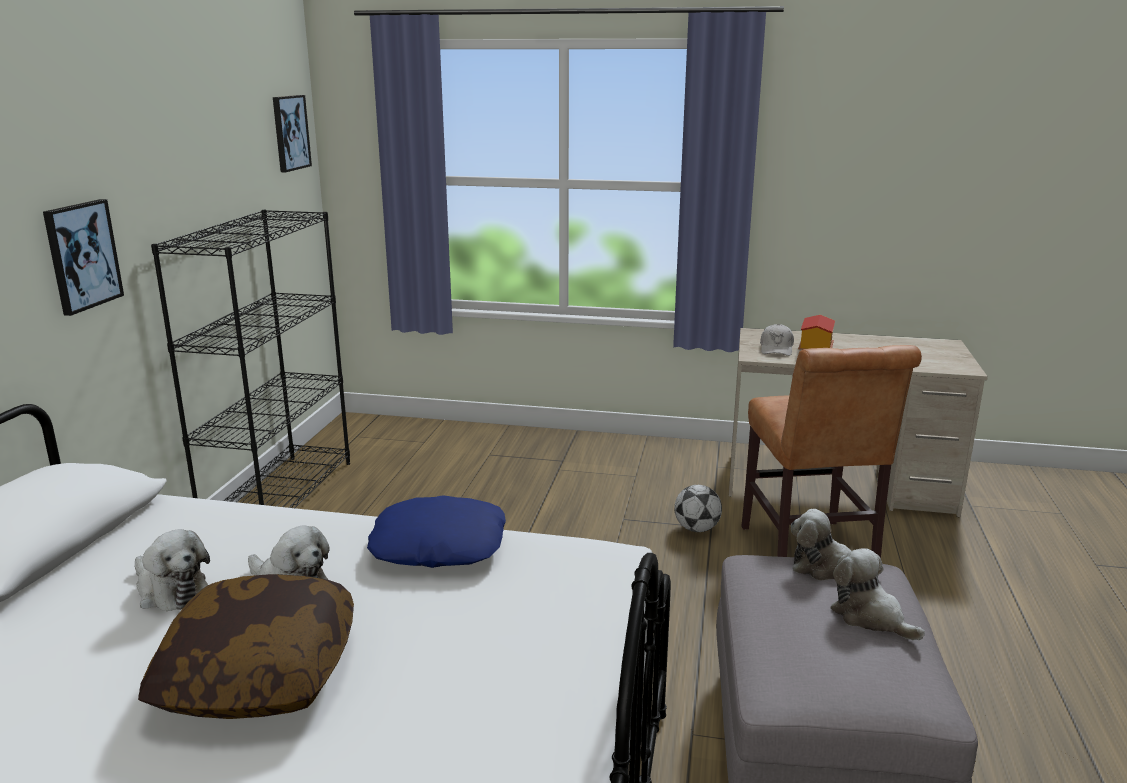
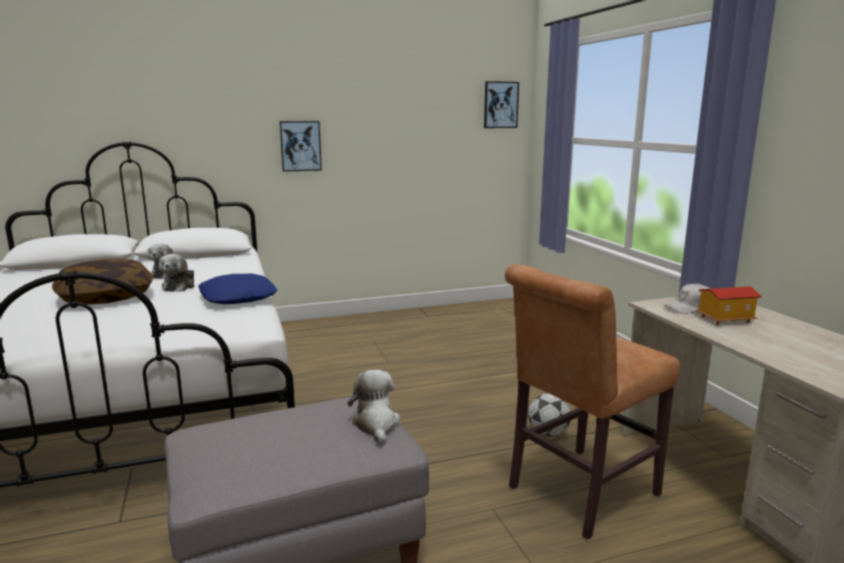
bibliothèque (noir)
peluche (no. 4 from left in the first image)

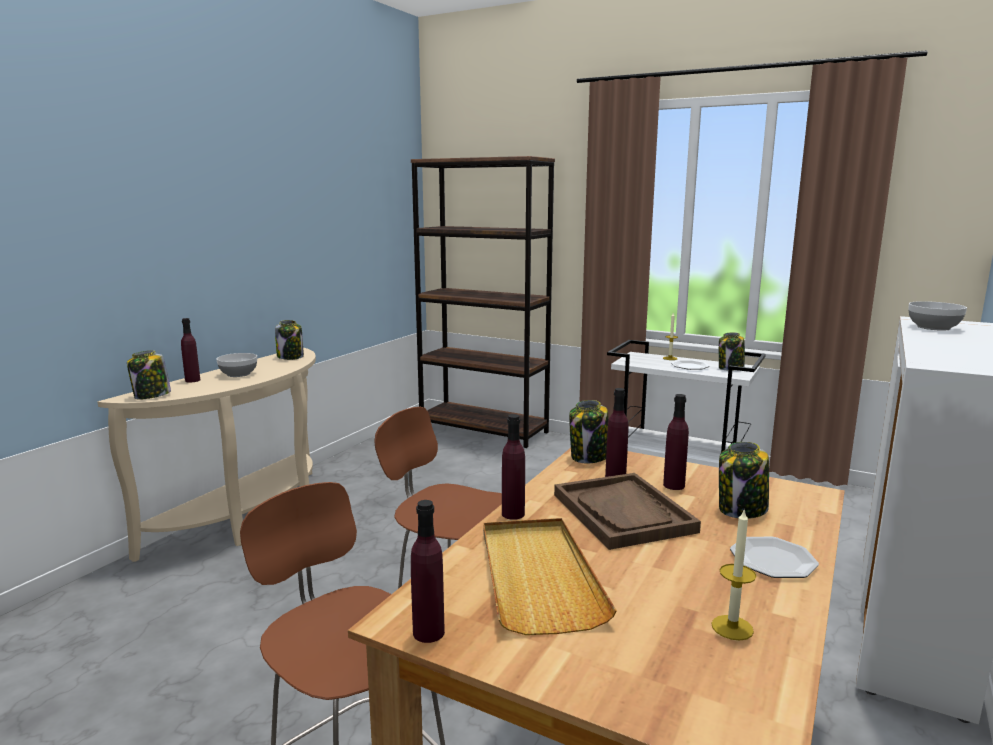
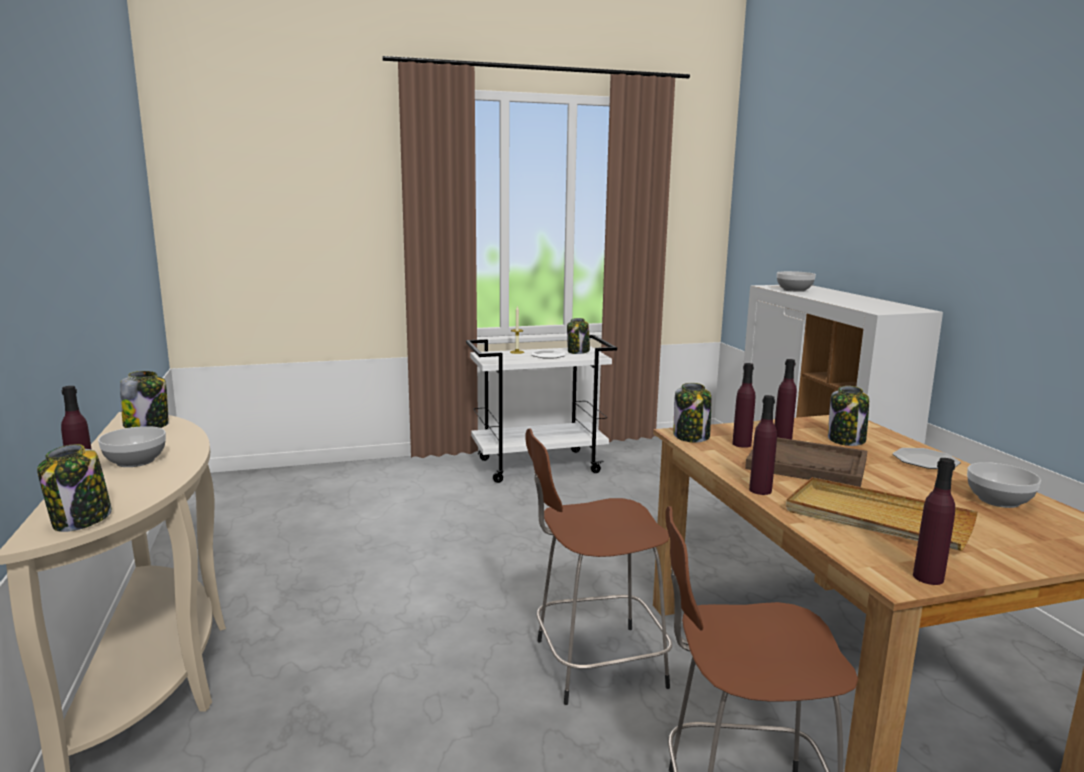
bibliothèque (marron)
bol (no. 3 from left)

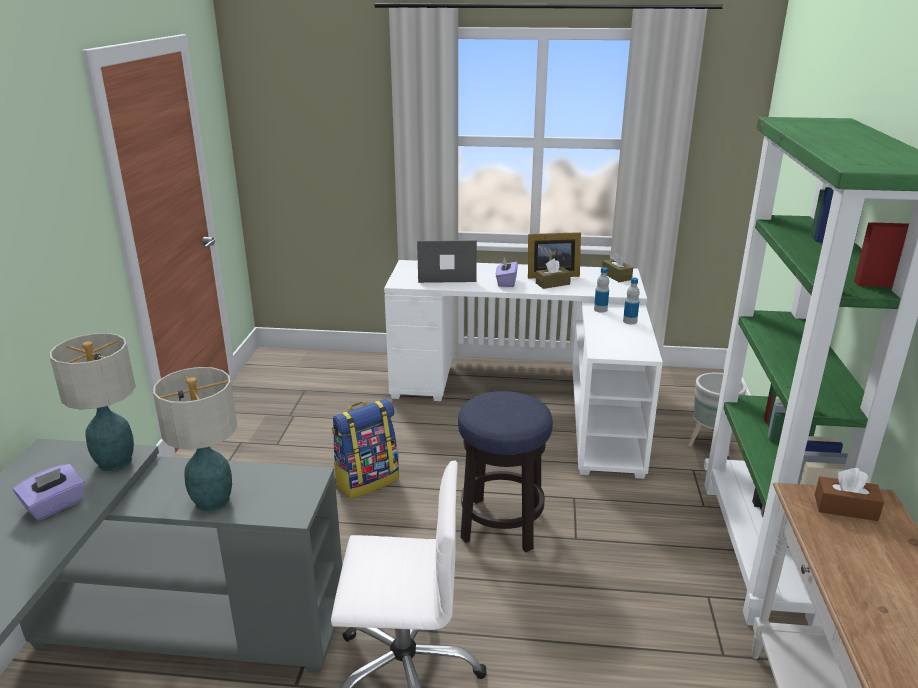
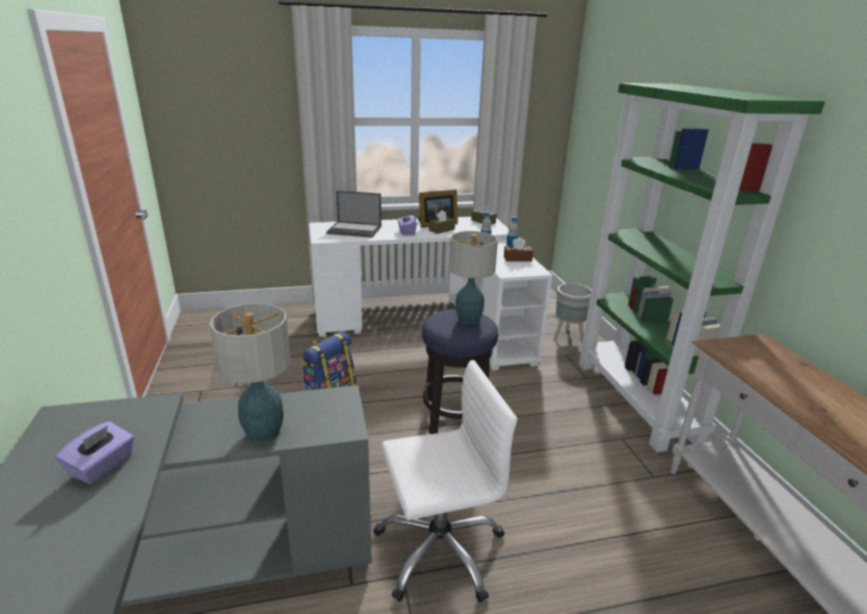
lampe de table (no. 2 from left)
boîte à mouchoirs (marron) (no. 3 from left)
ordinateur portable

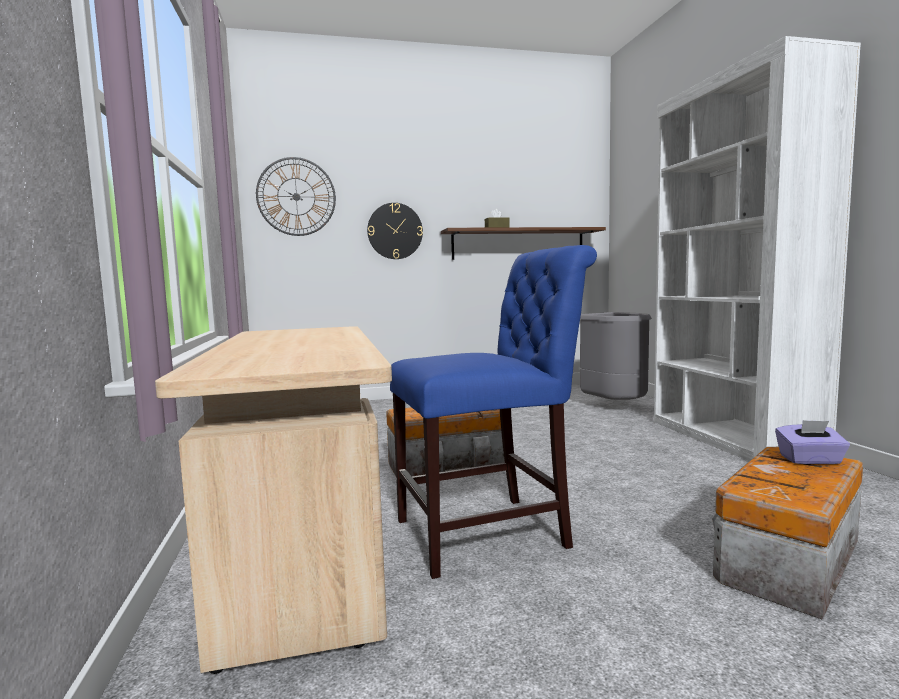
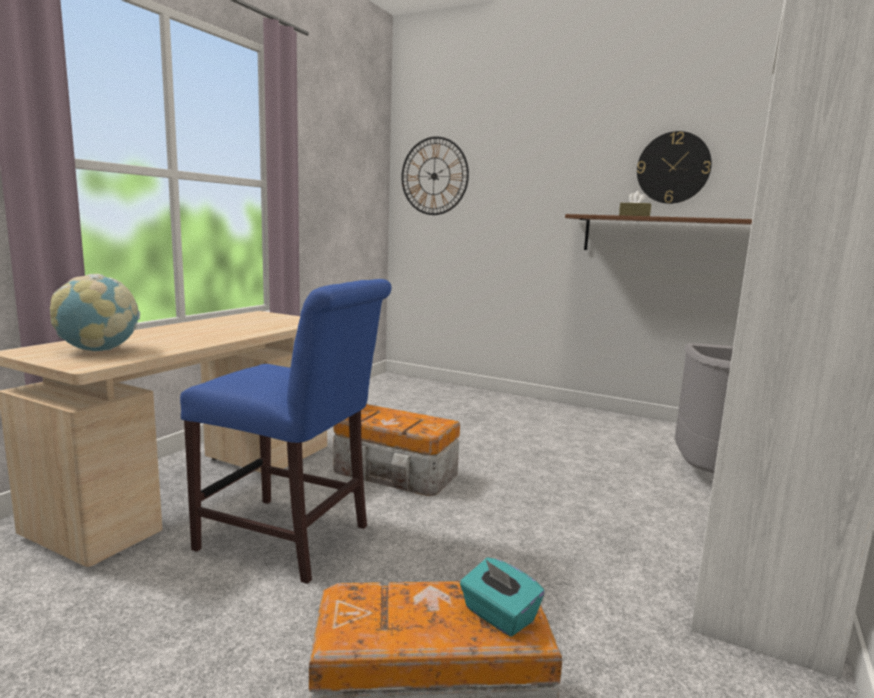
globe
horloge murale (no. 2 from left)
boîte à mouchoirs (turquoise)

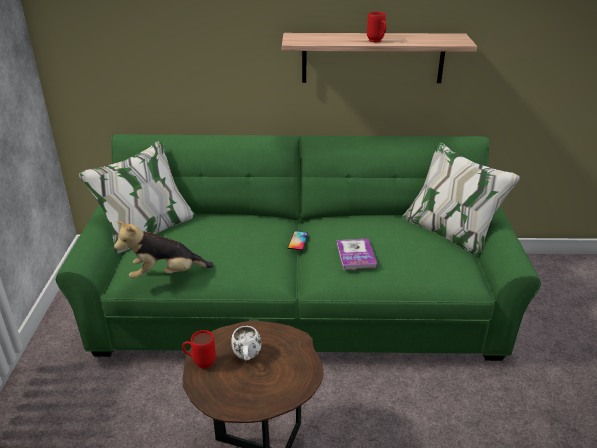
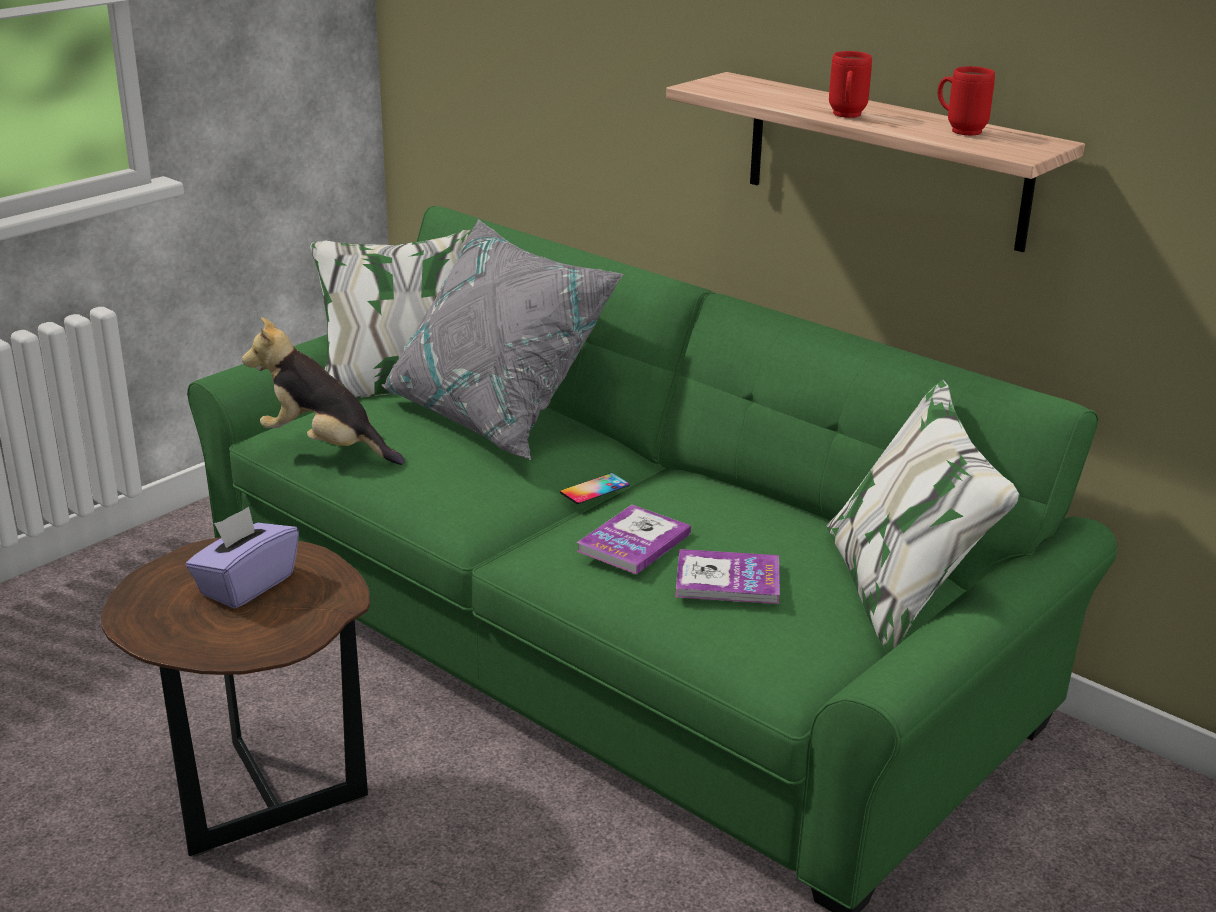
coussin (gris)
livre (no. 2 from left)
mug (rouge) (no. 2 from left)
boîte à mouchoirs (violet)

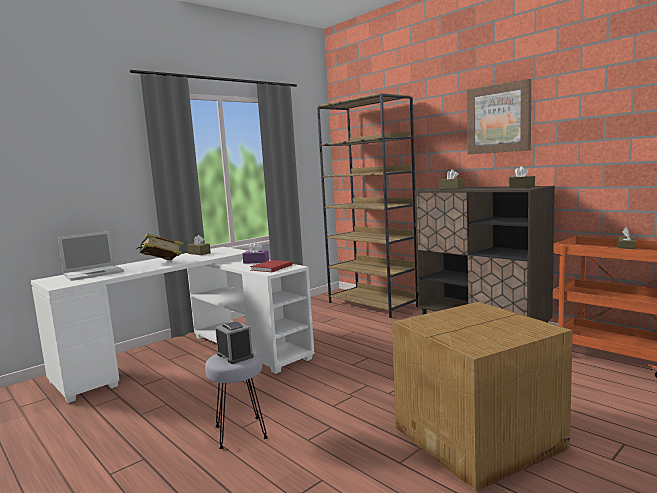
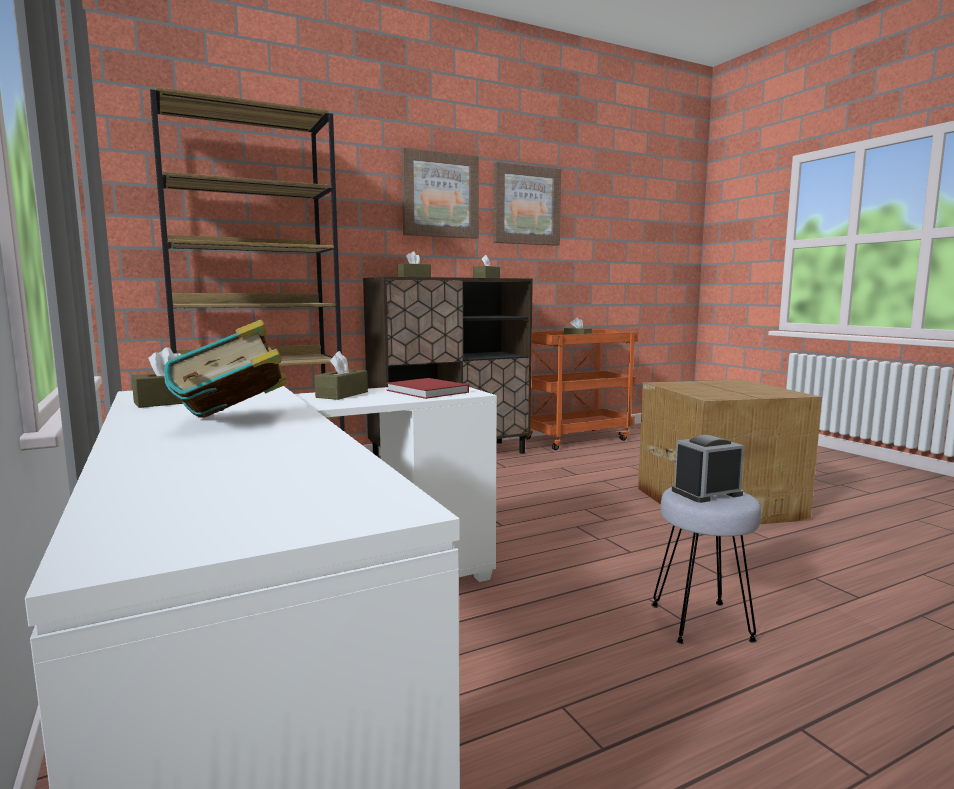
ordinateur portable
tableau (no. 2 from left)
boîte à mouchoirs (marron) (no. 2 from left)

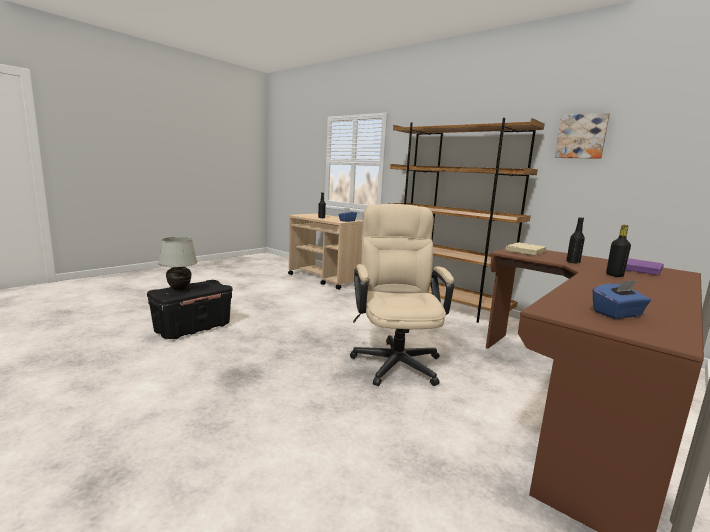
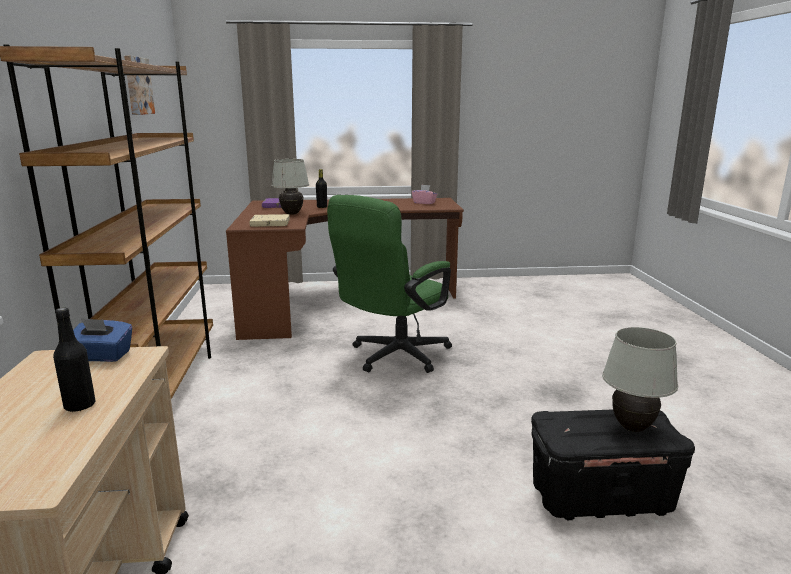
lampe de table (blanc) (no. 1 from left)
chaise de bureau (vert)
boîte à mouchoirs (rose)

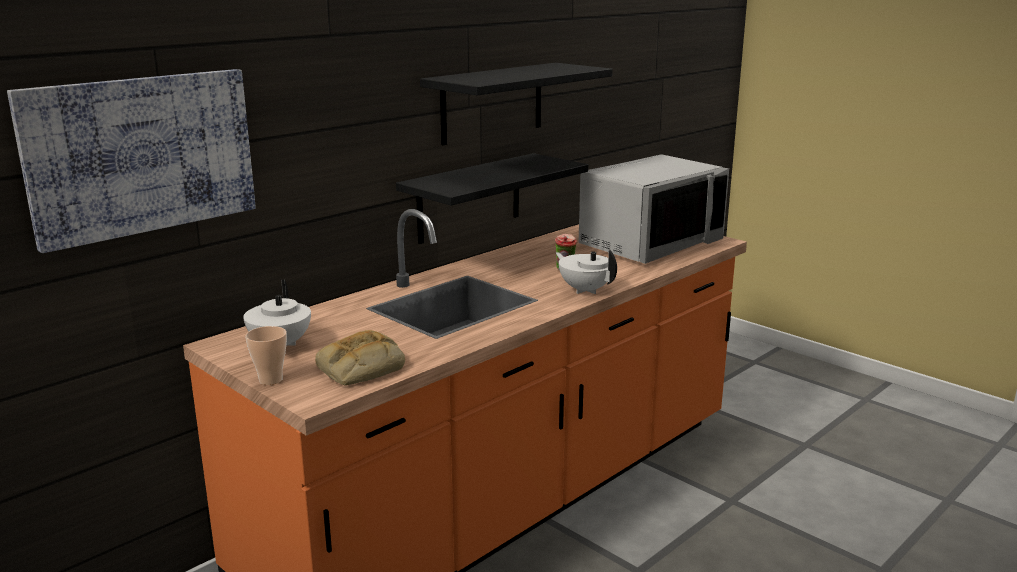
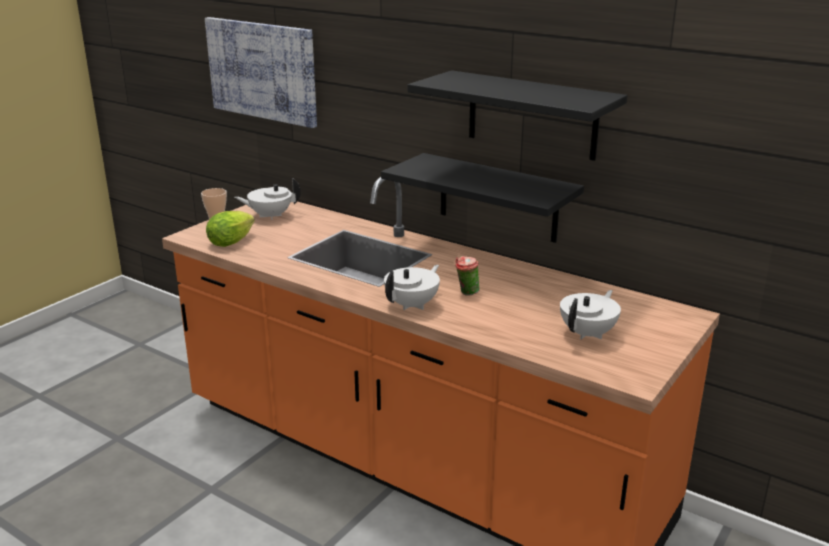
laitue
théière (blanc) (no. 3 from left)

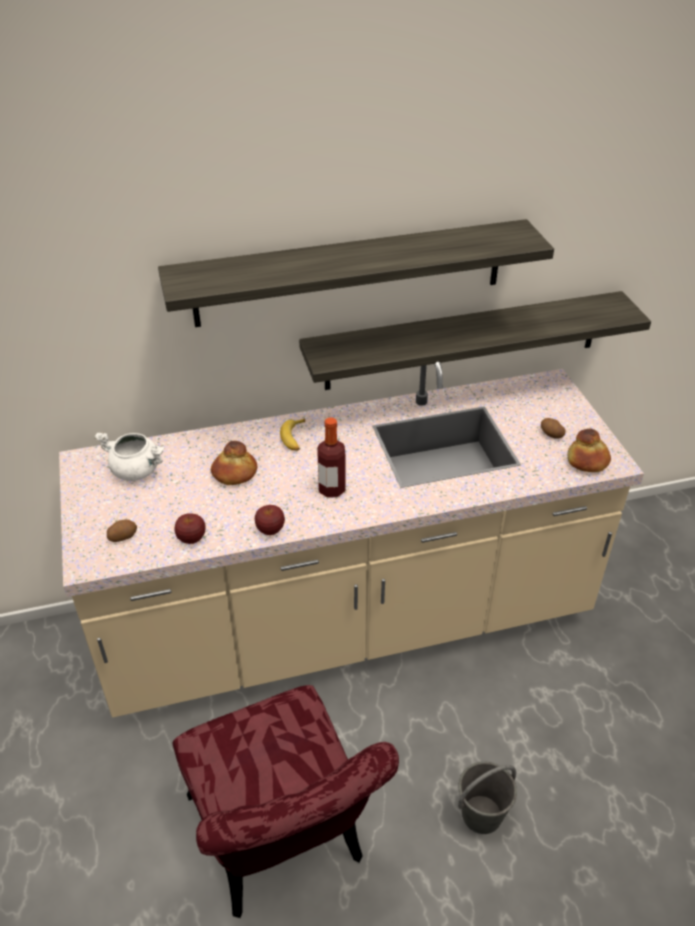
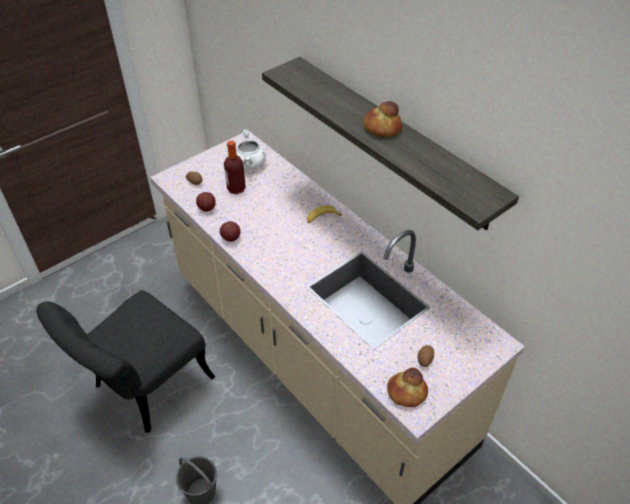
étagère (no. 2 from left in the first image)
pain (no. 1 from left)
bouteille
chaise (noir)

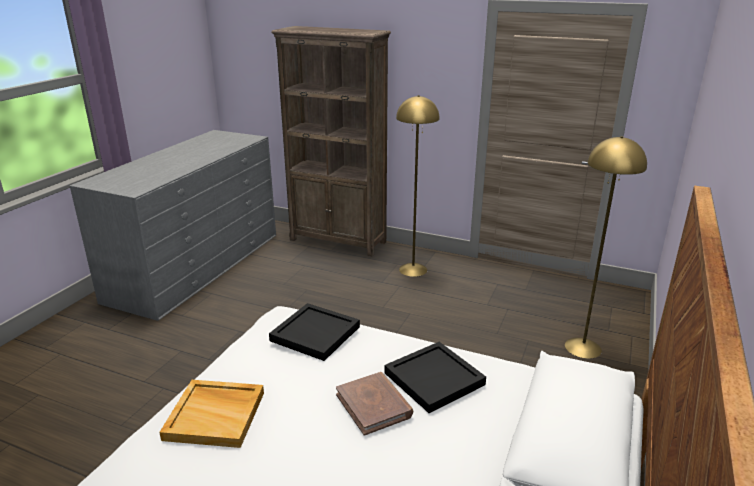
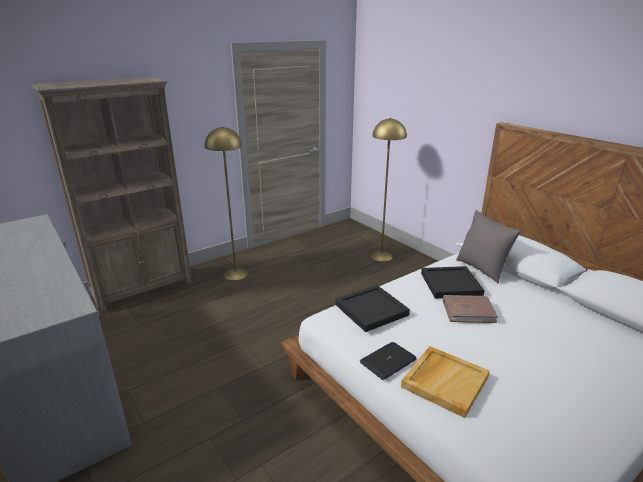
ordinateur portable
coussin (gris)

